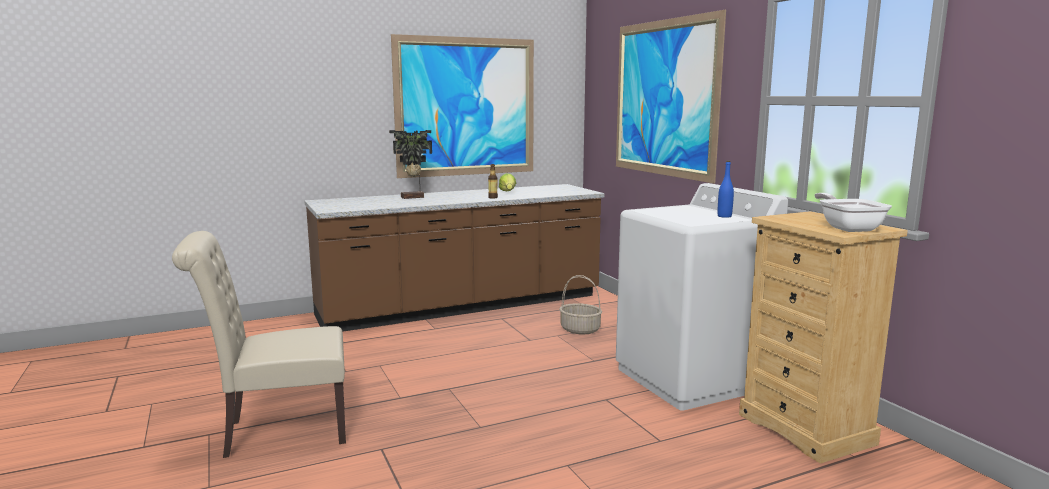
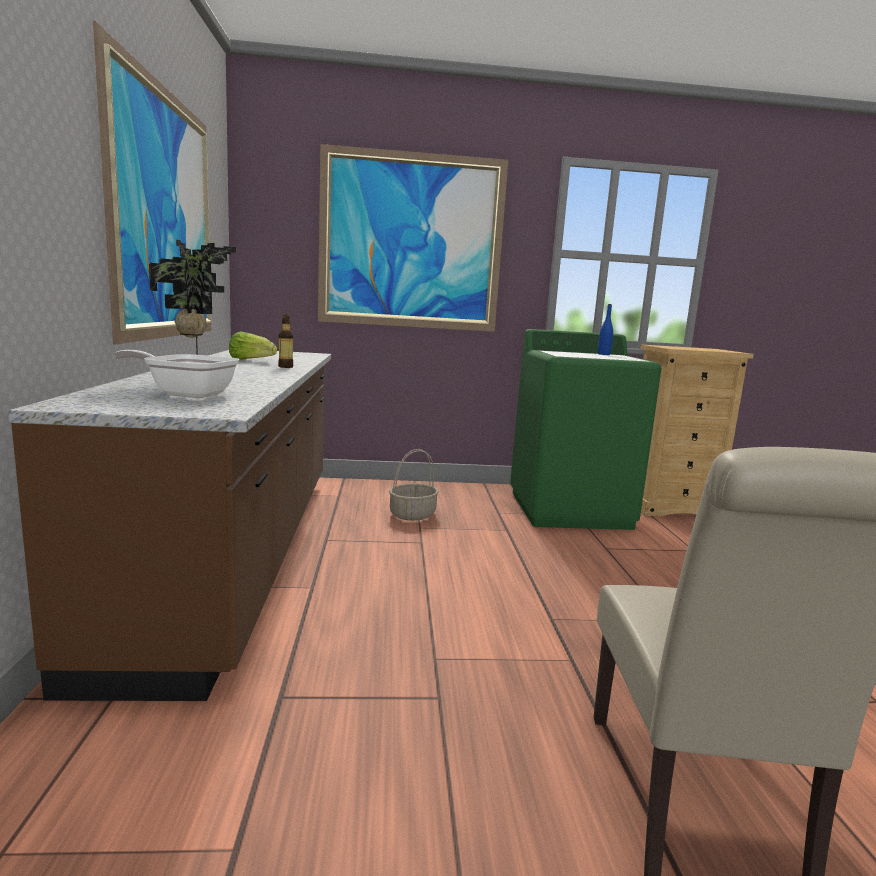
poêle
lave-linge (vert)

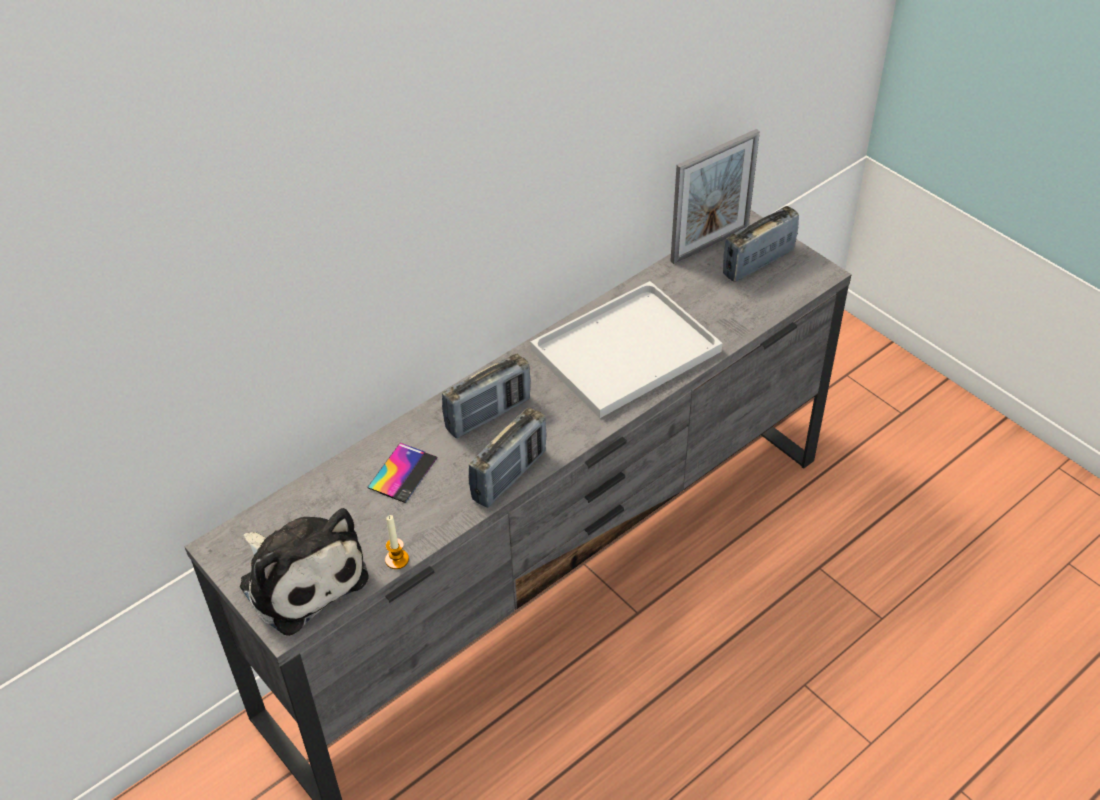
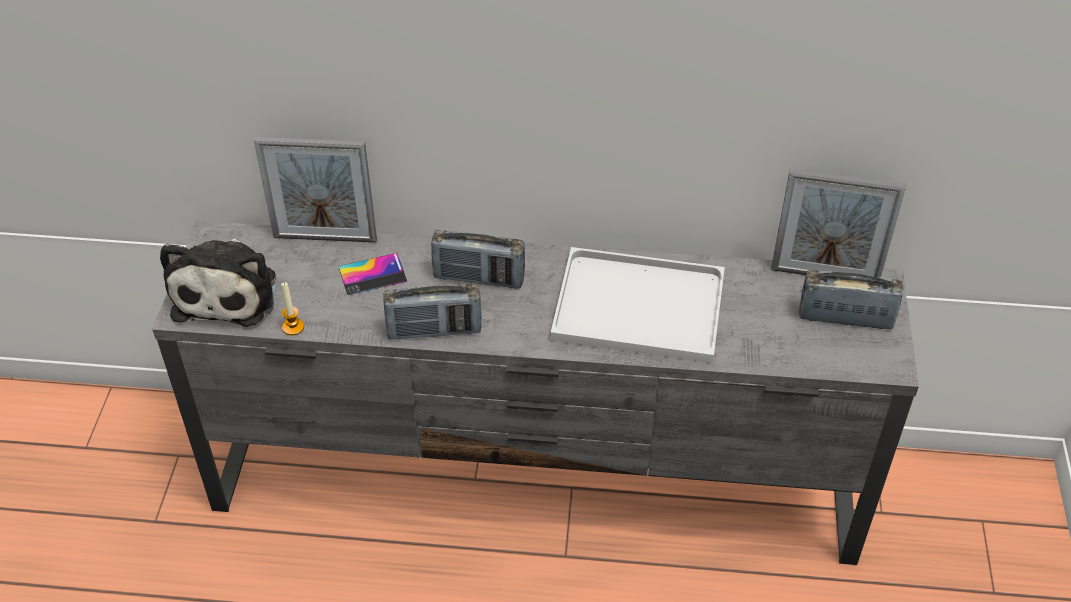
cadre photo (no. 1 from left)

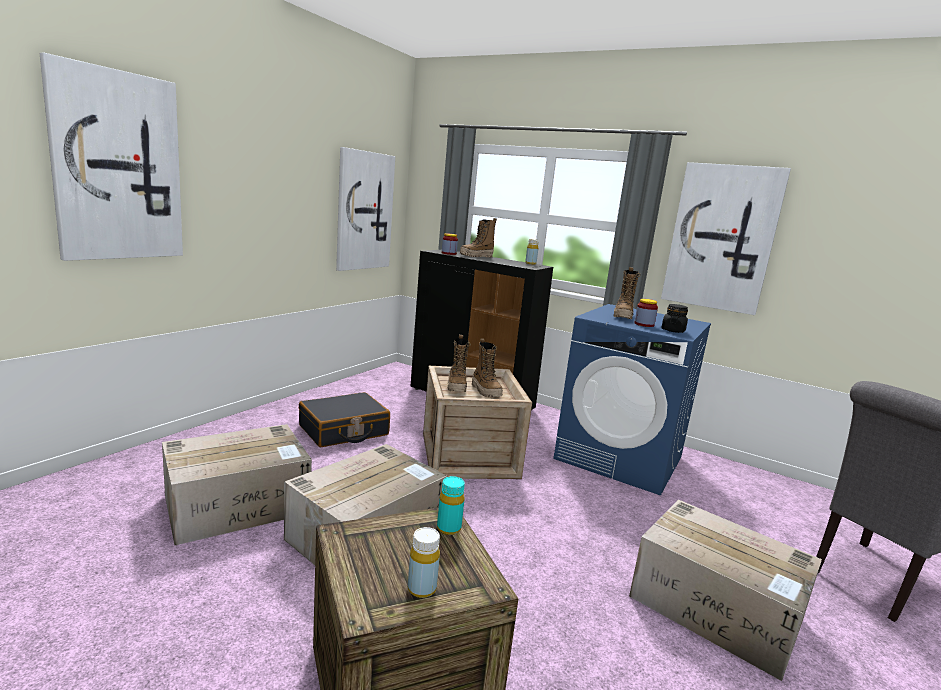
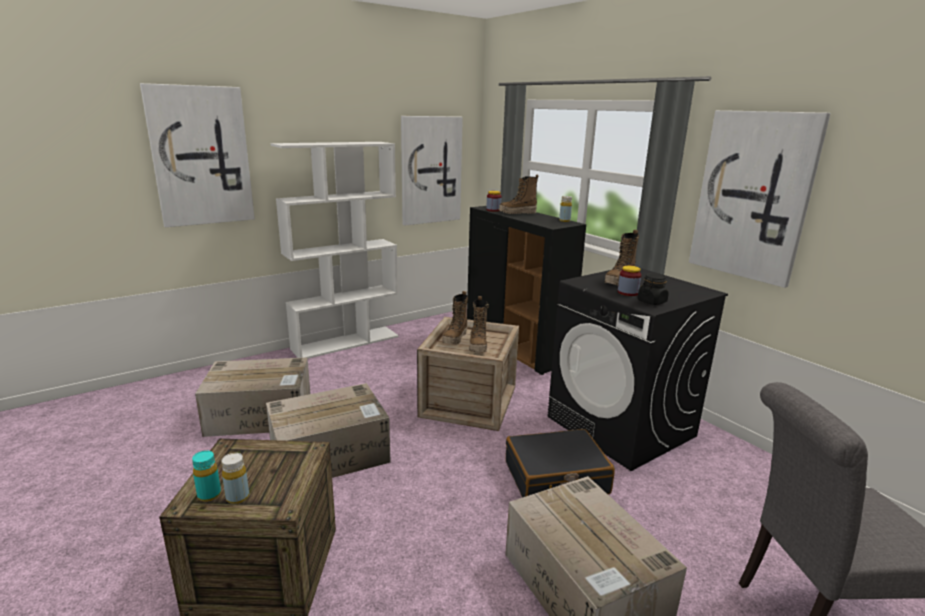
bibliothèque (blanc)
valise (noir)
bouteille (turquoise)
lave-linge (noir)

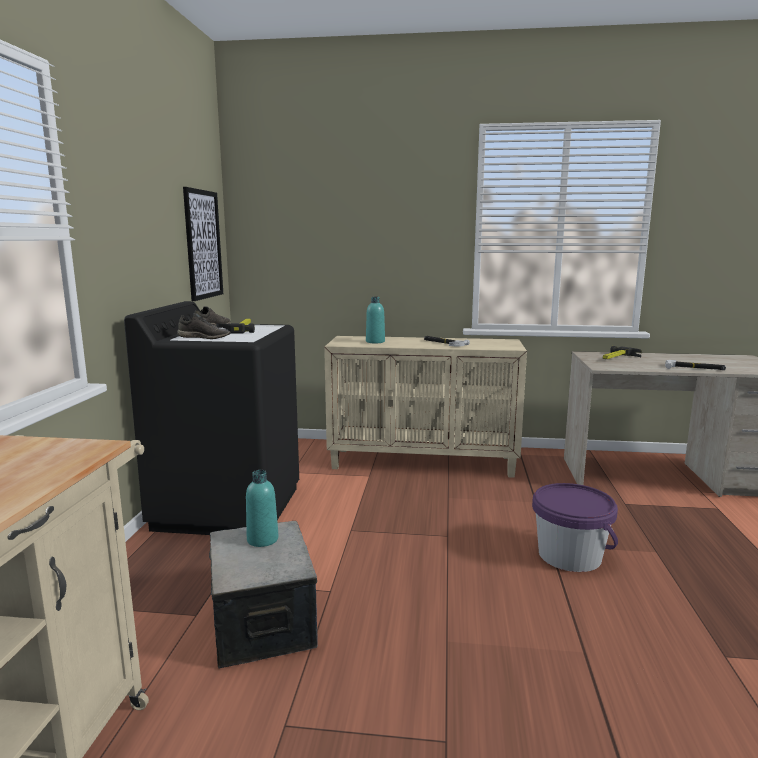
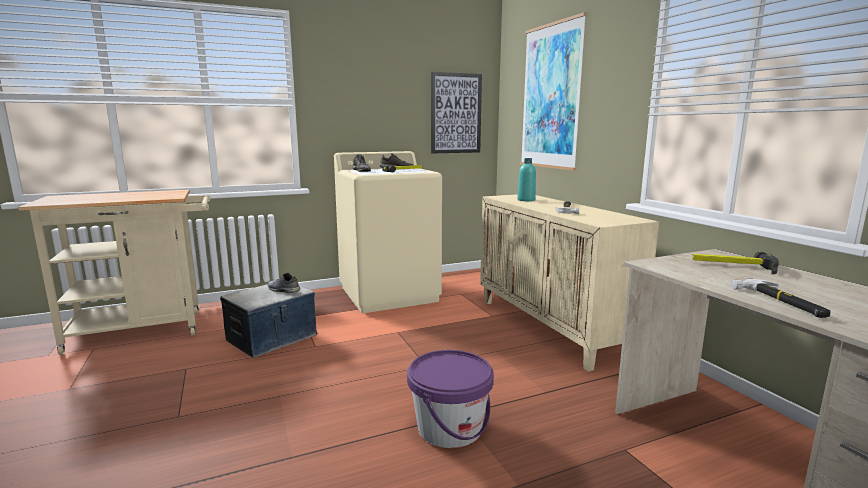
tableau (no. 2 from left)
chaussure (gris) (no. 1 from left)
lave-linge (beige)

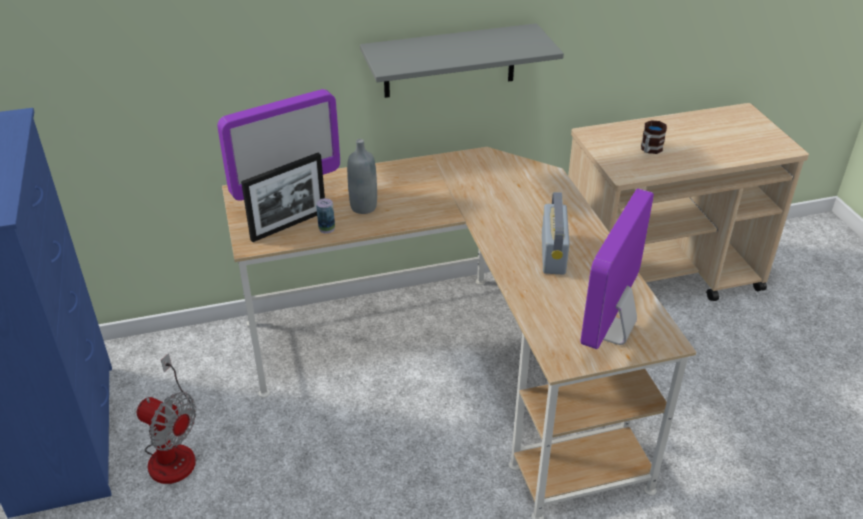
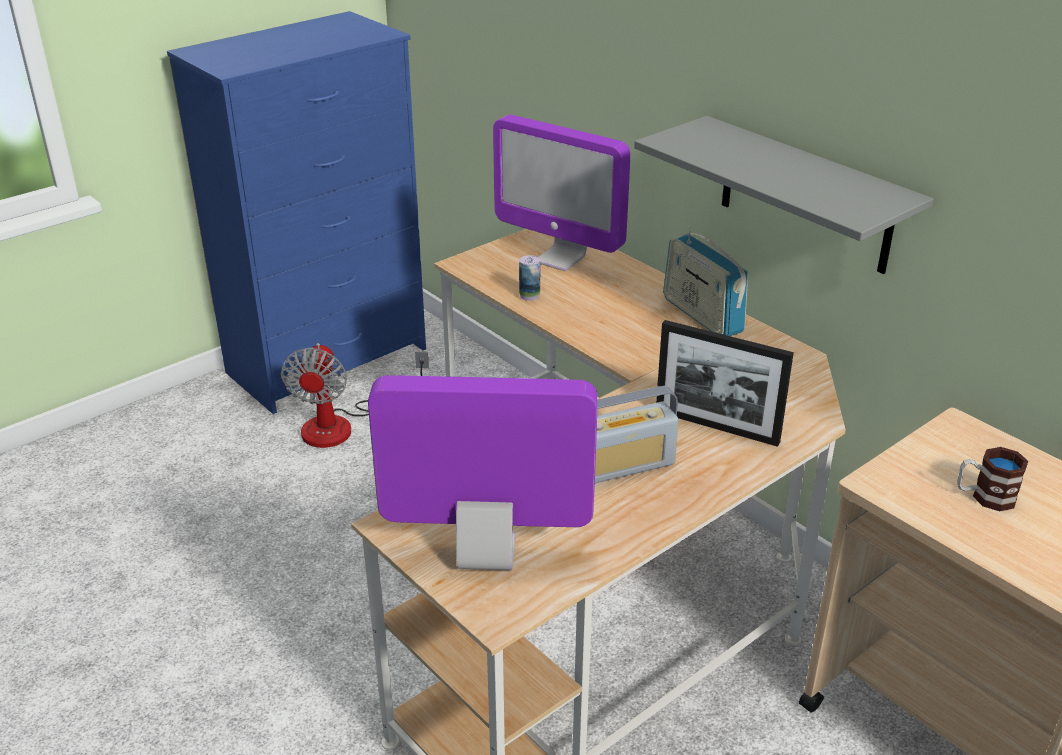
bouteille (gris)
radio (no. 2 from left)
cadre photo

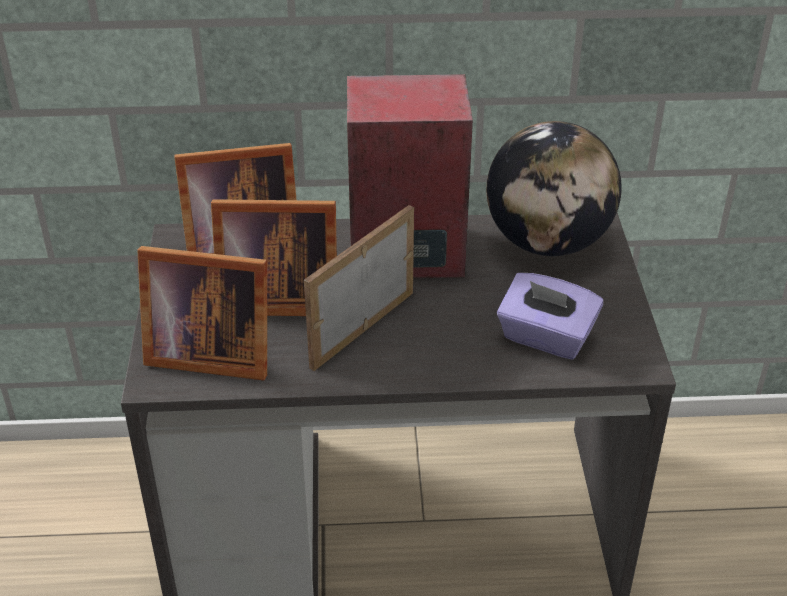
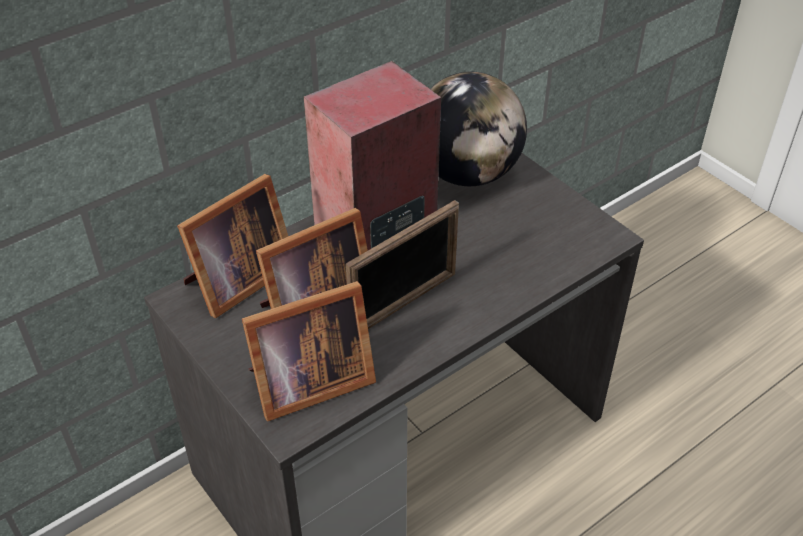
boîte à mouchoirs (violet)
cadre photo (no. 4 from left)

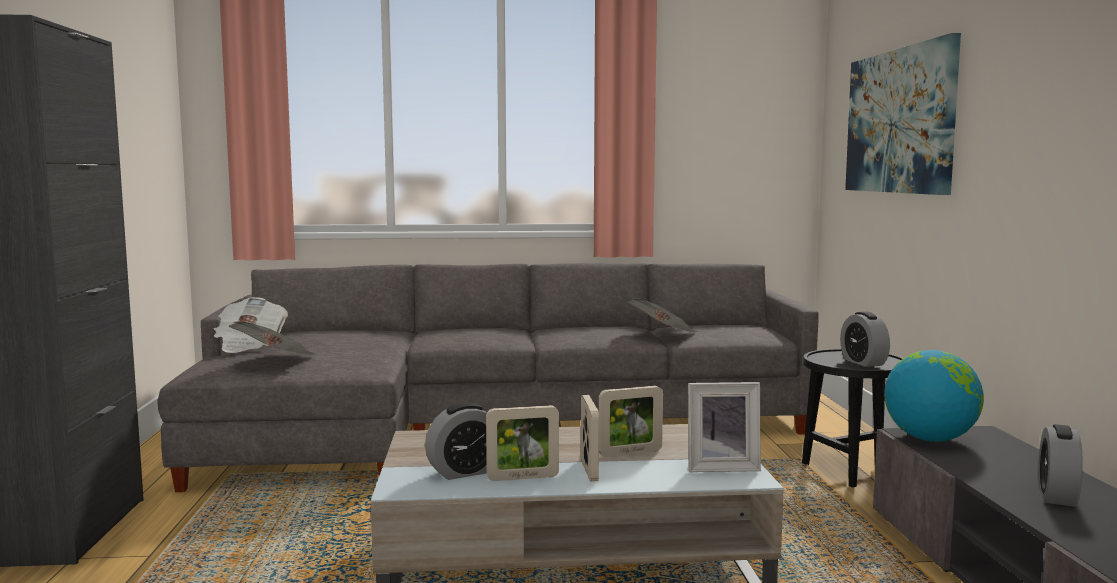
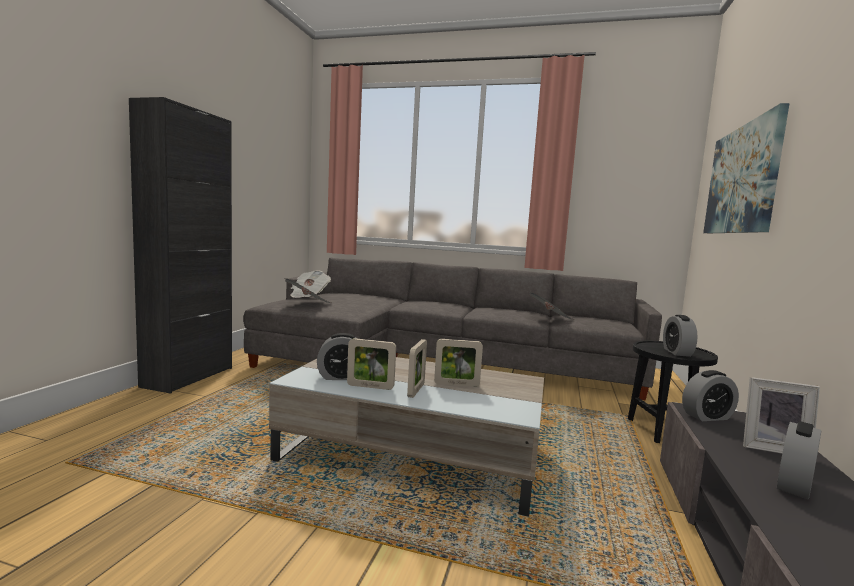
cadre photo (no. 4 from left)
réveil (no. 3 from left)

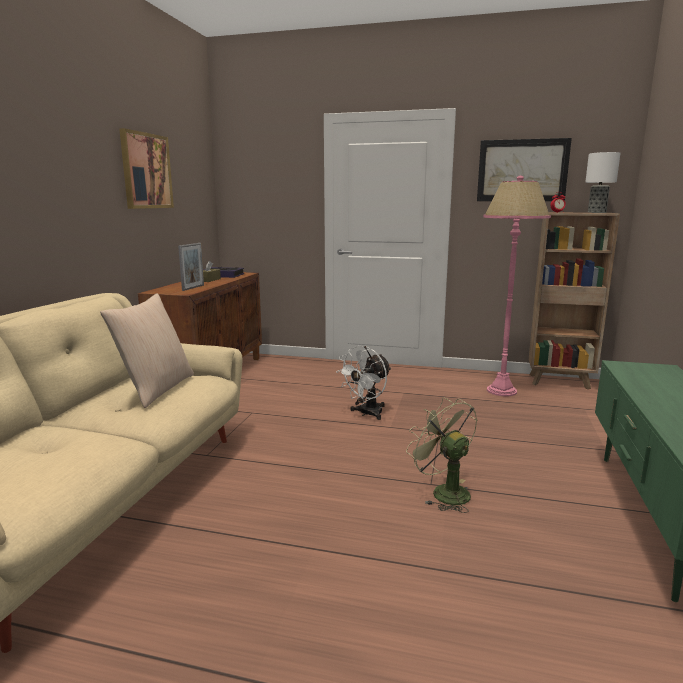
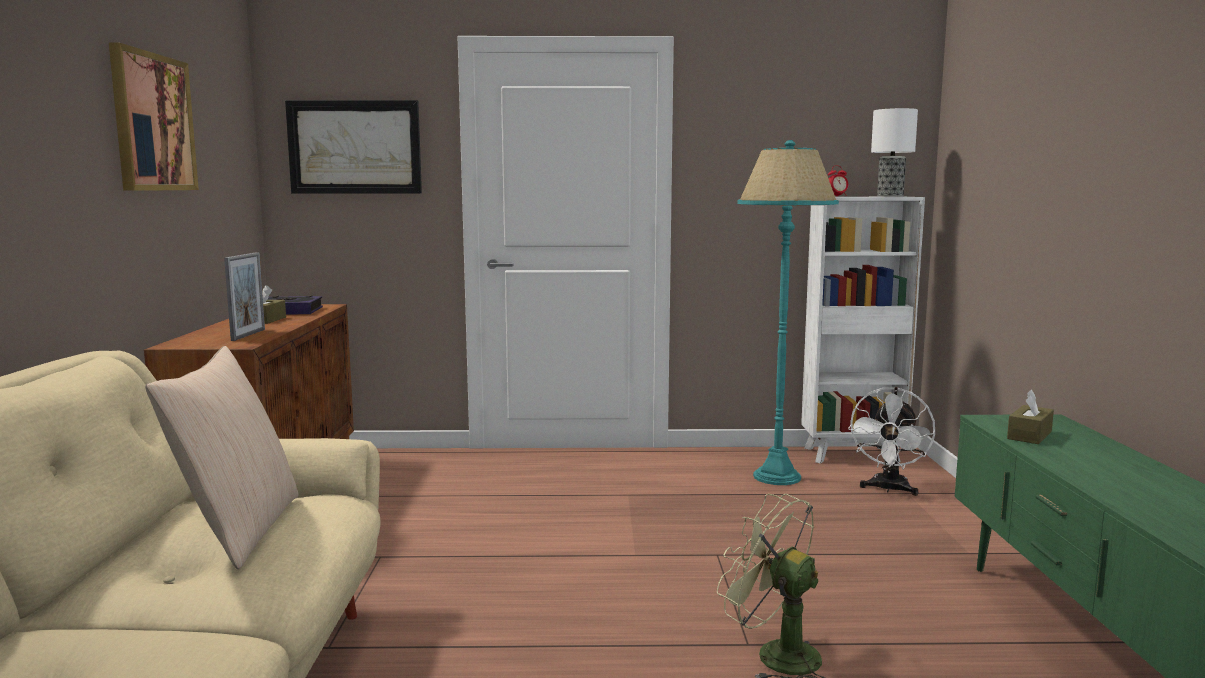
boîte à mouchoirs (marron) (no. 2 from left)
ventilateur (blanc)
tableau (no. 2 from left)
lampadaire (turquoise)
bibliothèque (blanc)

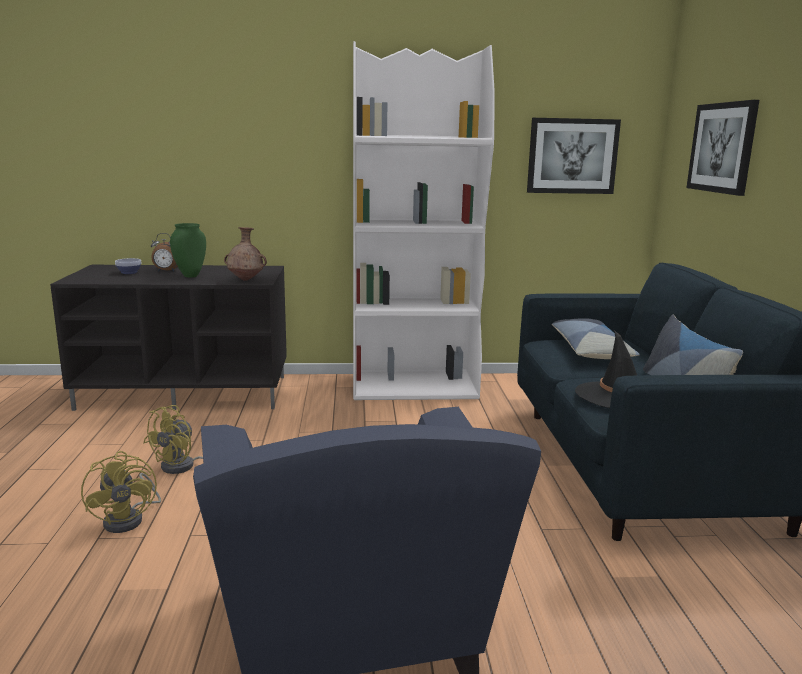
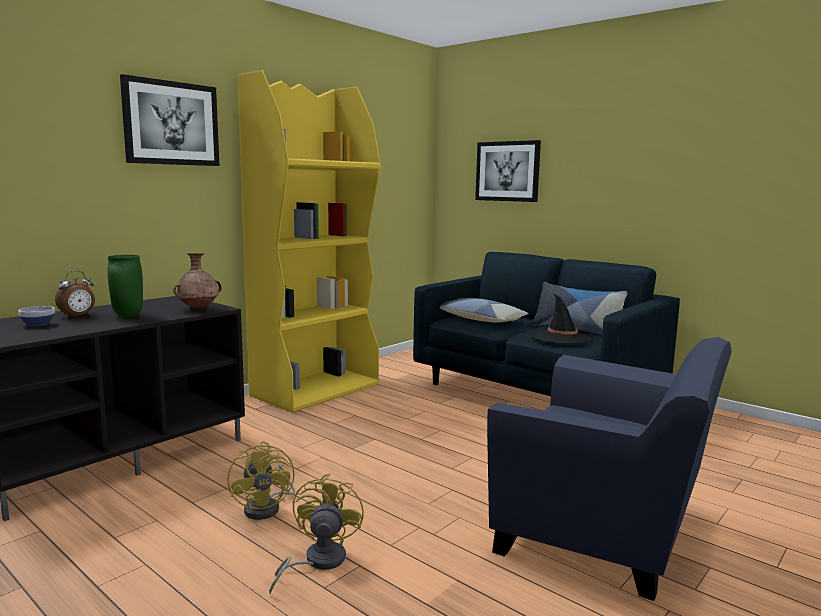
tableau (no. 1 from left)
bibliothèque (jaune)
ventilateur (jaune) (no. 2 from left)

